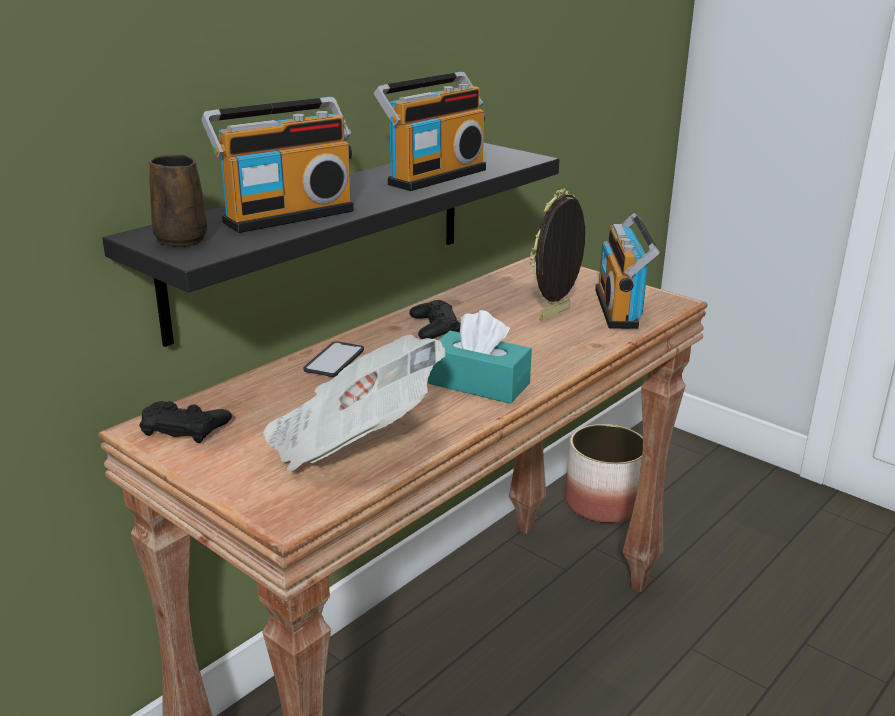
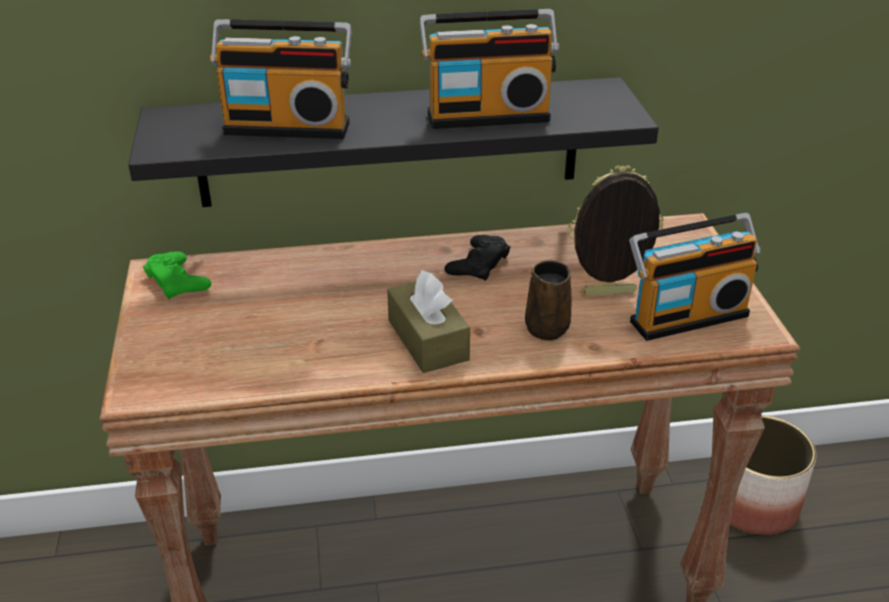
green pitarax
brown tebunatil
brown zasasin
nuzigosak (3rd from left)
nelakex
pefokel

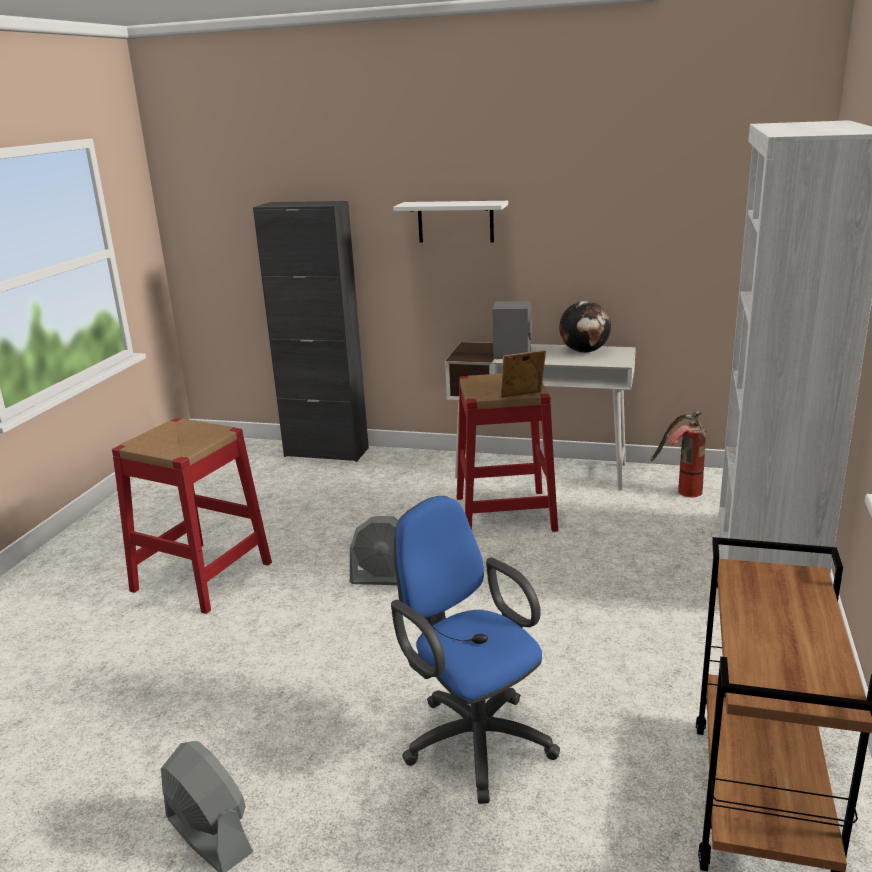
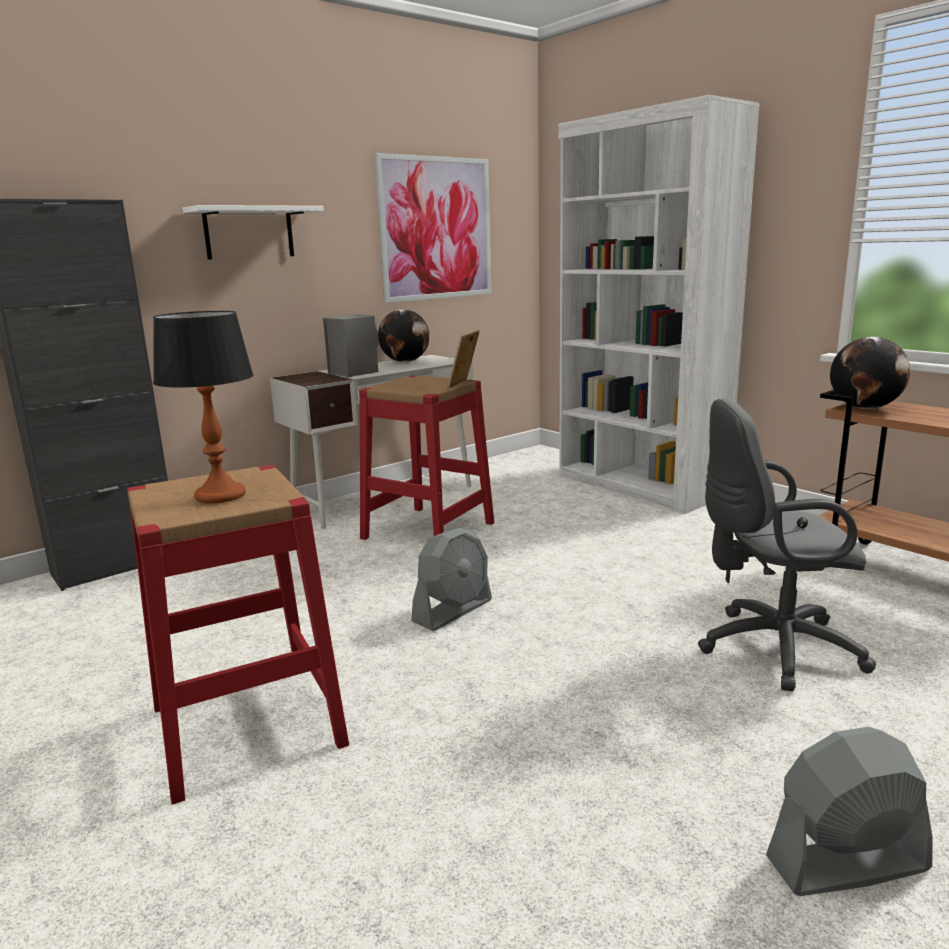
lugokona
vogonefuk
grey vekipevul
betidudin (2nd from left)
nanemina

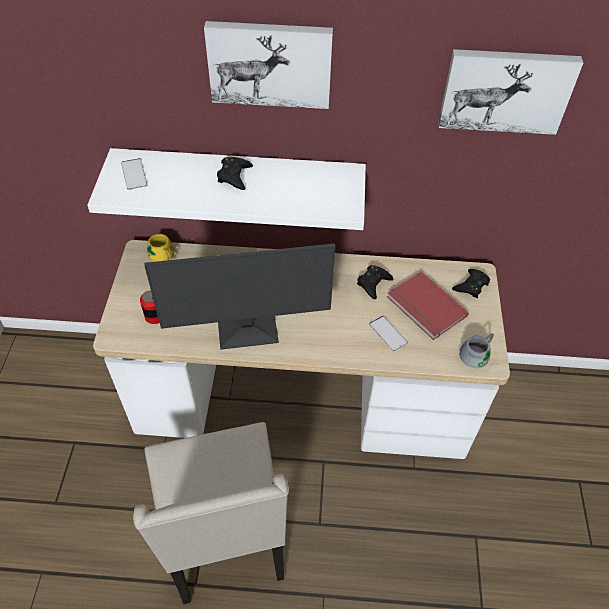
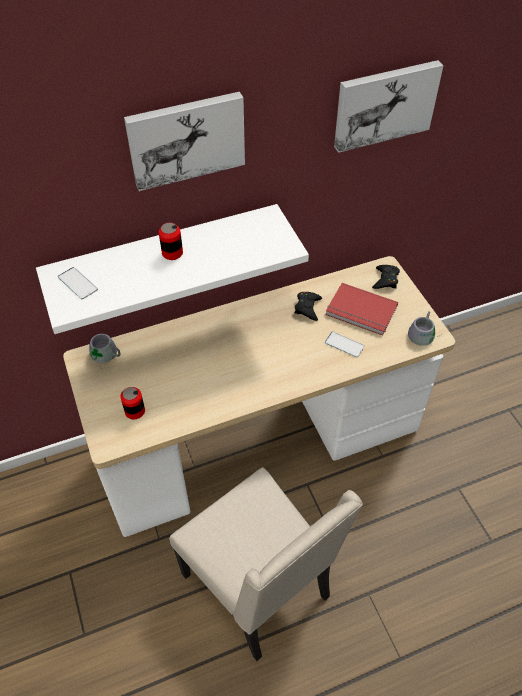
grey zasasin (1st from left)
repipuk (2nd from left)
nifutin

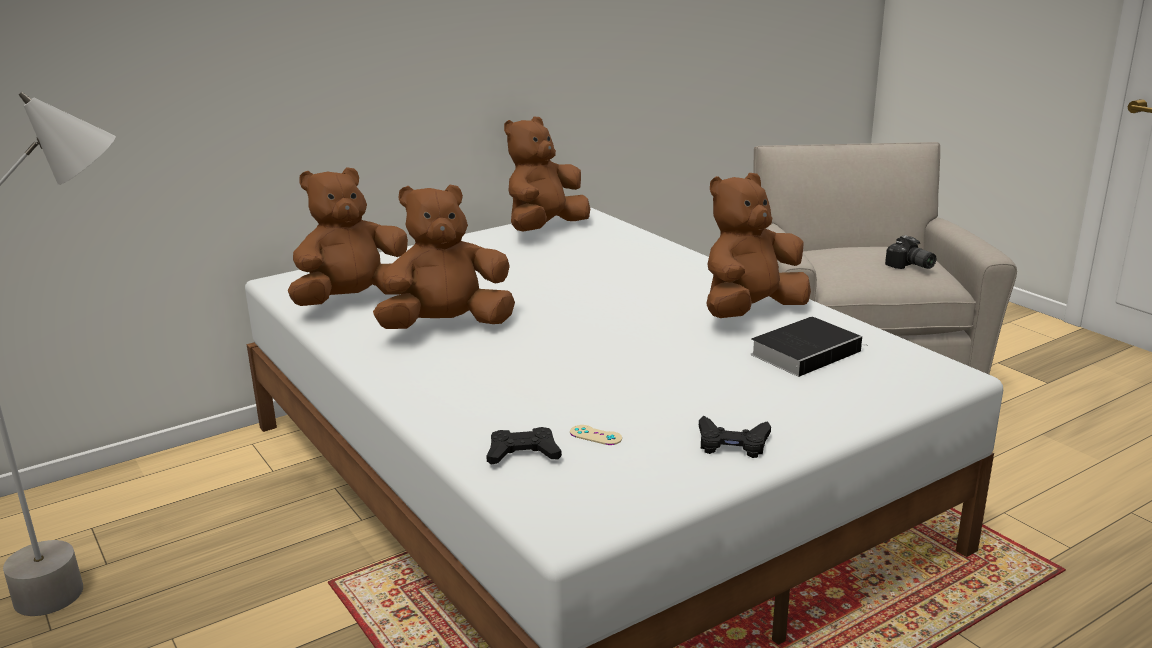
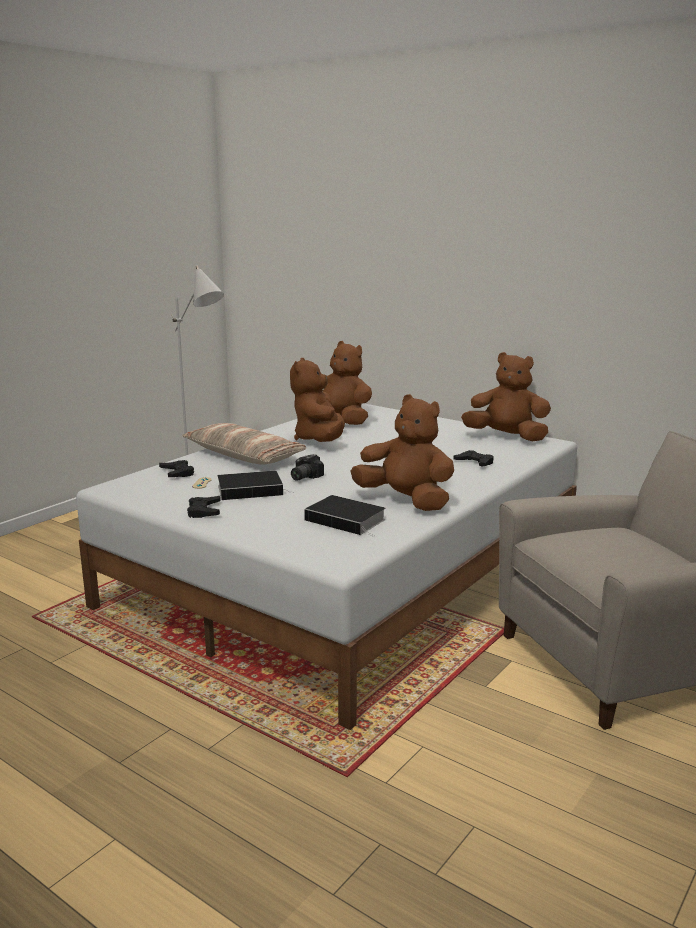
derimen
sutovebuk (1st from left)
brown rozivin (1st from left)
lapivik
black pitarax (3rd from left)

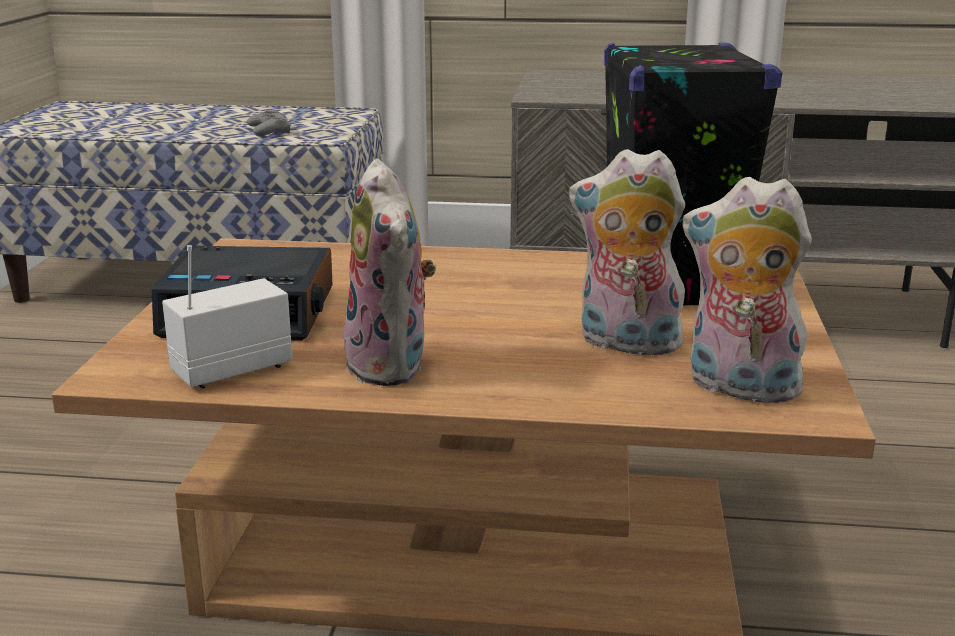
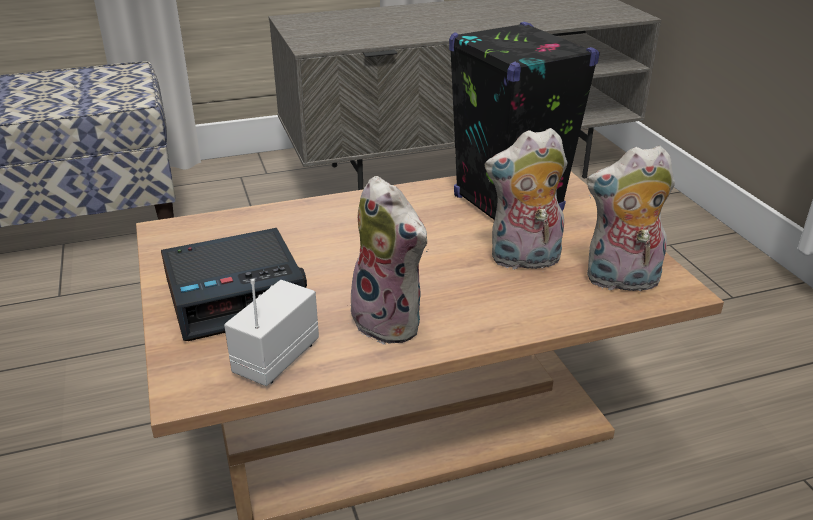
grey pitarax

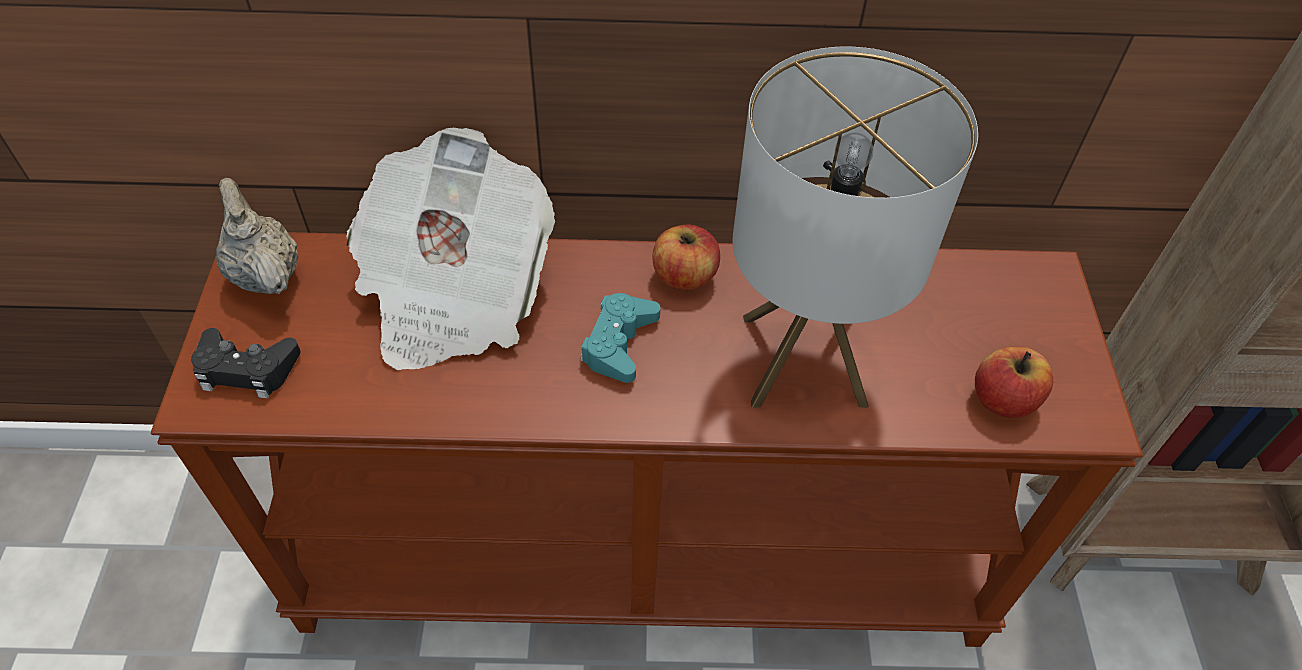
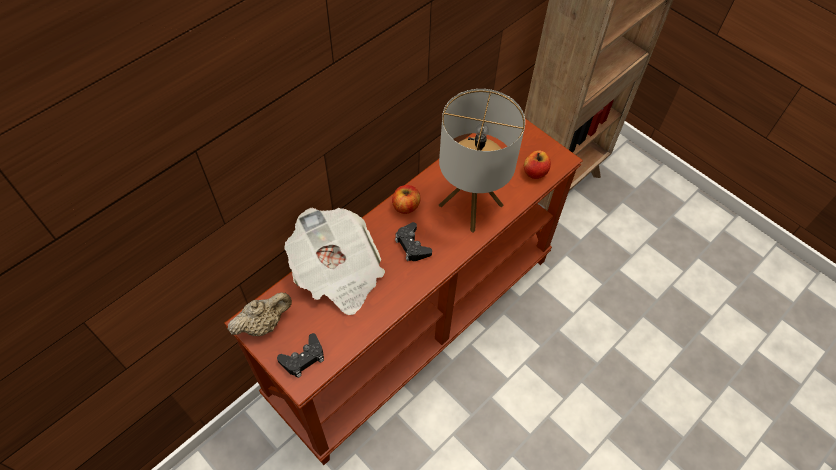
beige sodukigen
black pitarax (2nd from left)

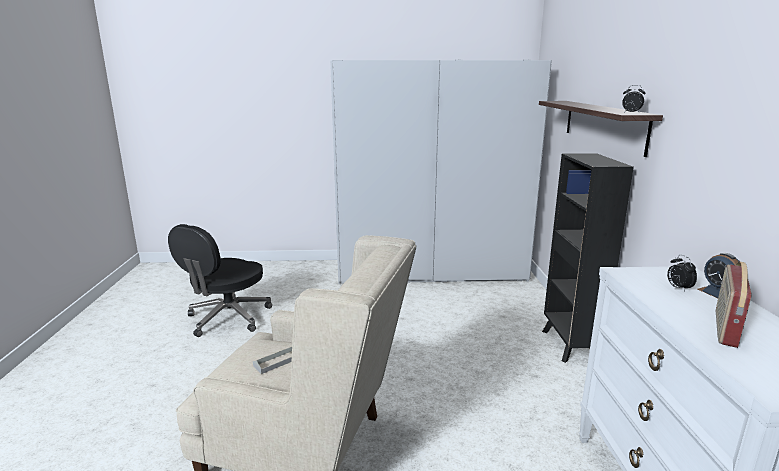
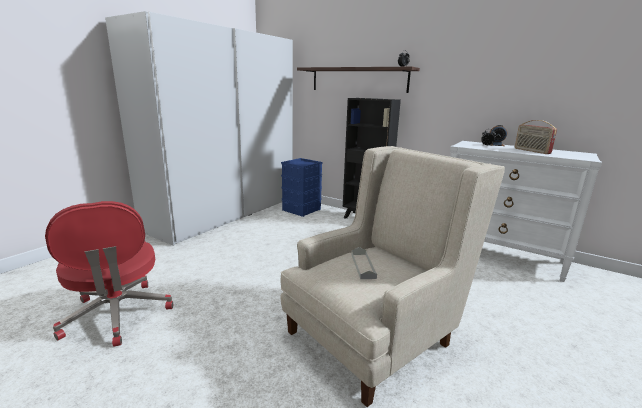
red vekipevul
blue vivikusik

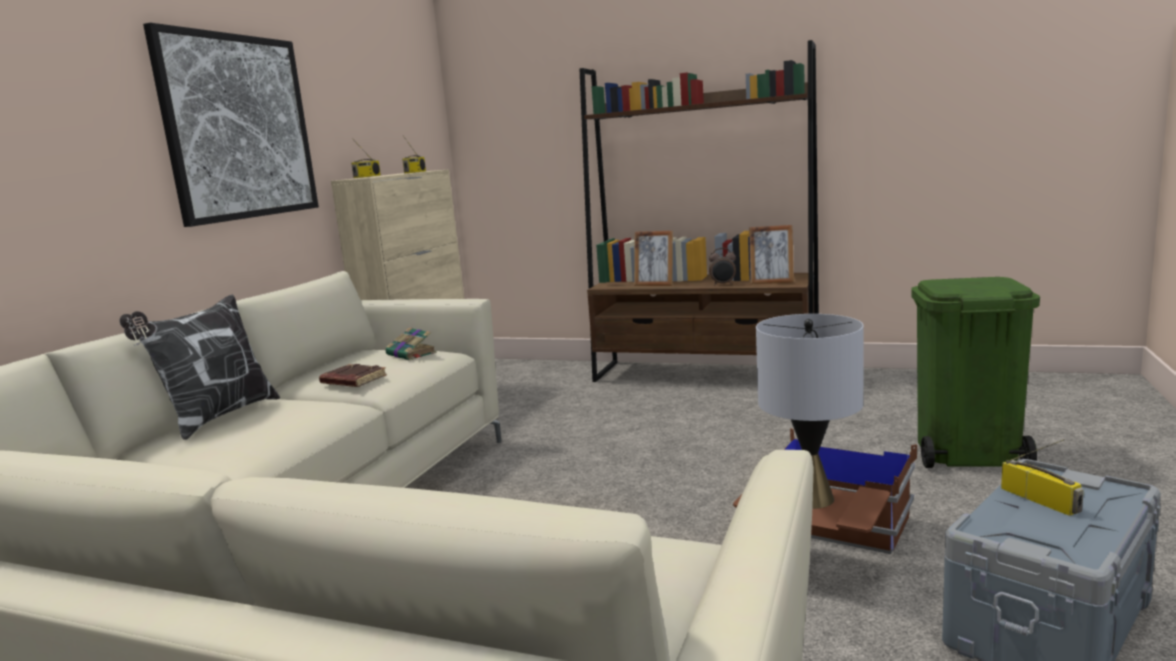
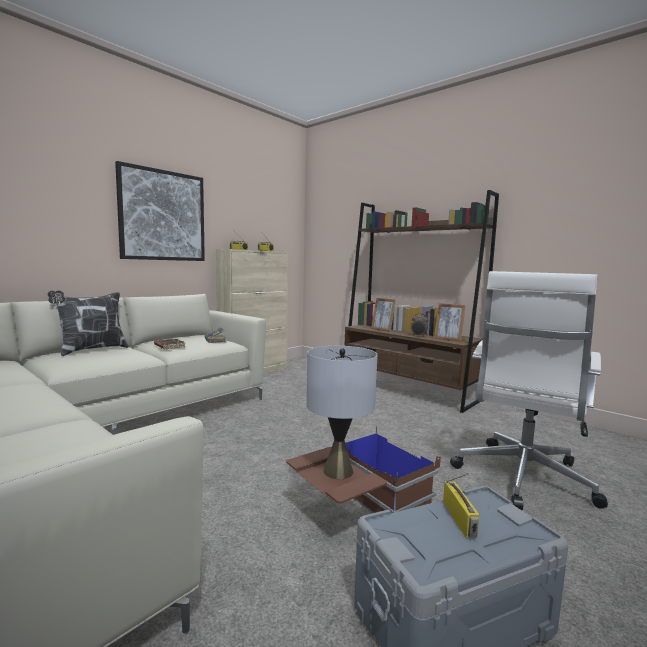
white vekipevul

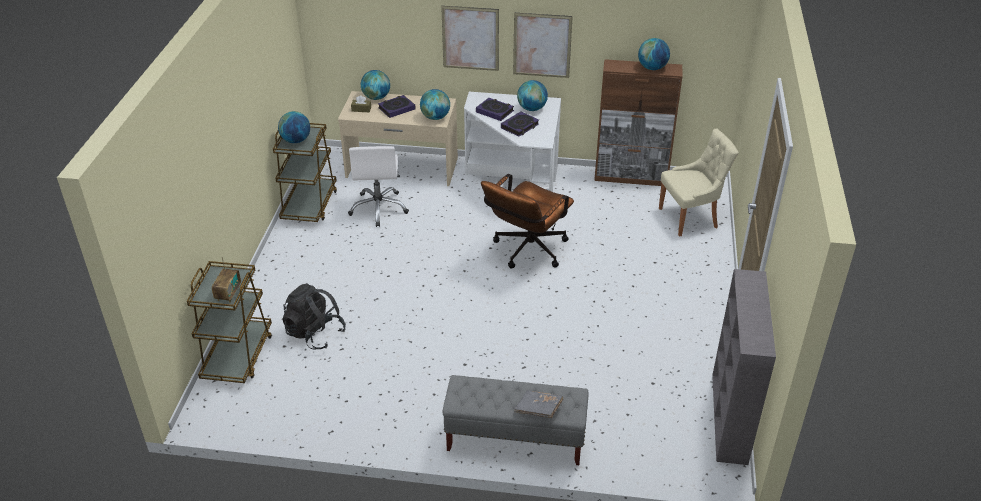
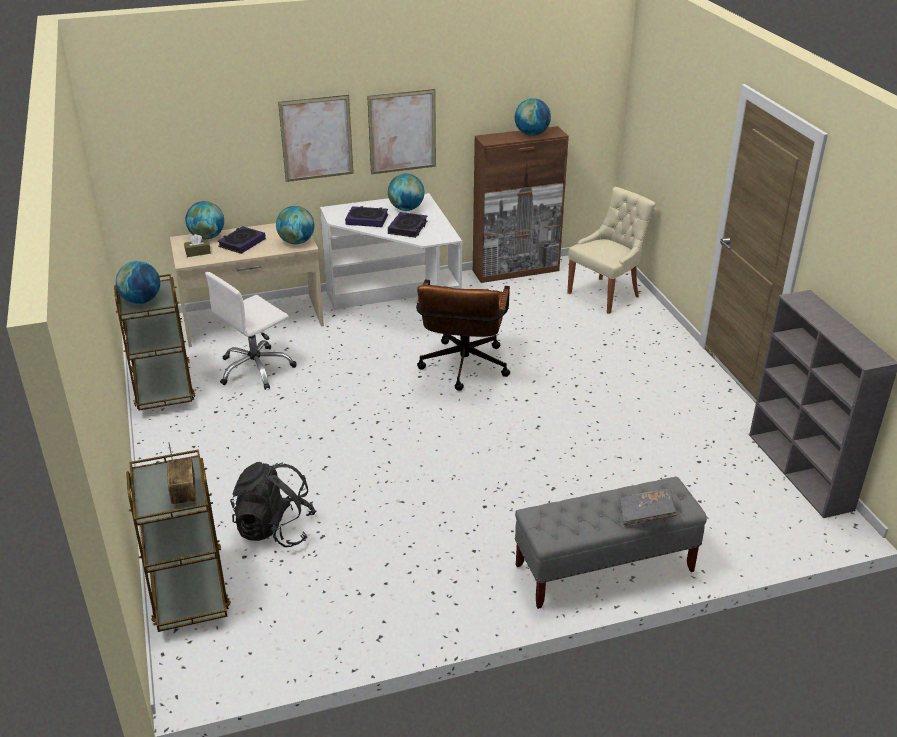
white vekipevul

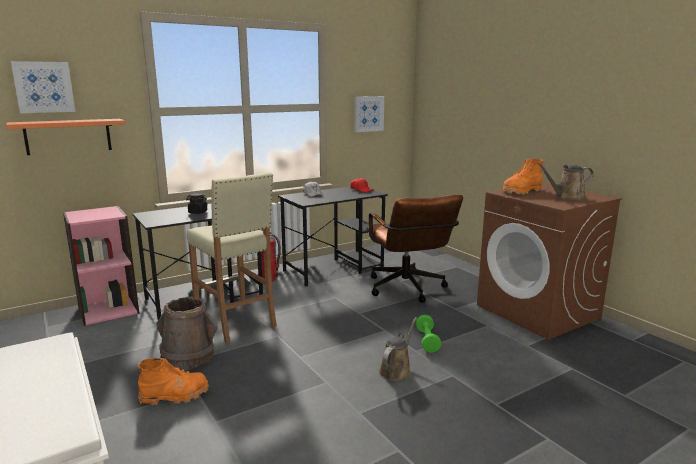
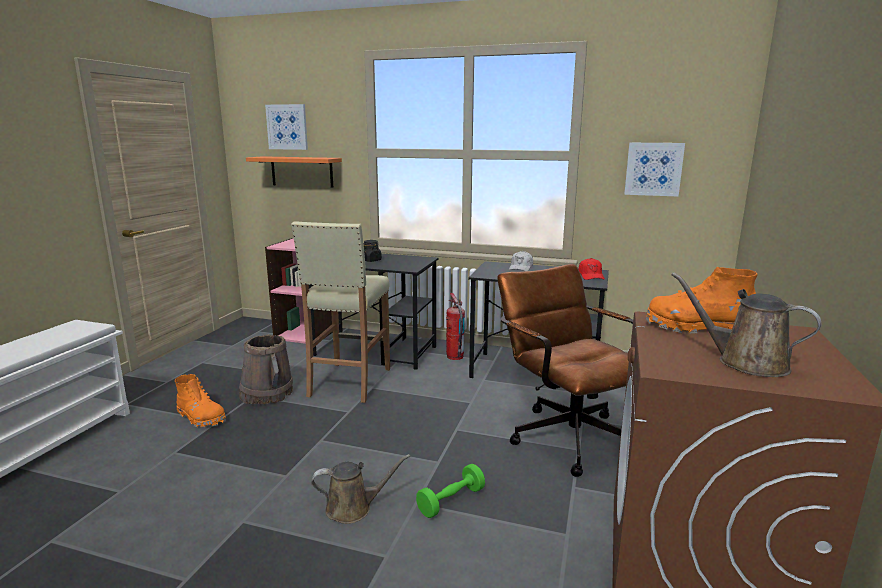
brown vekipevul

